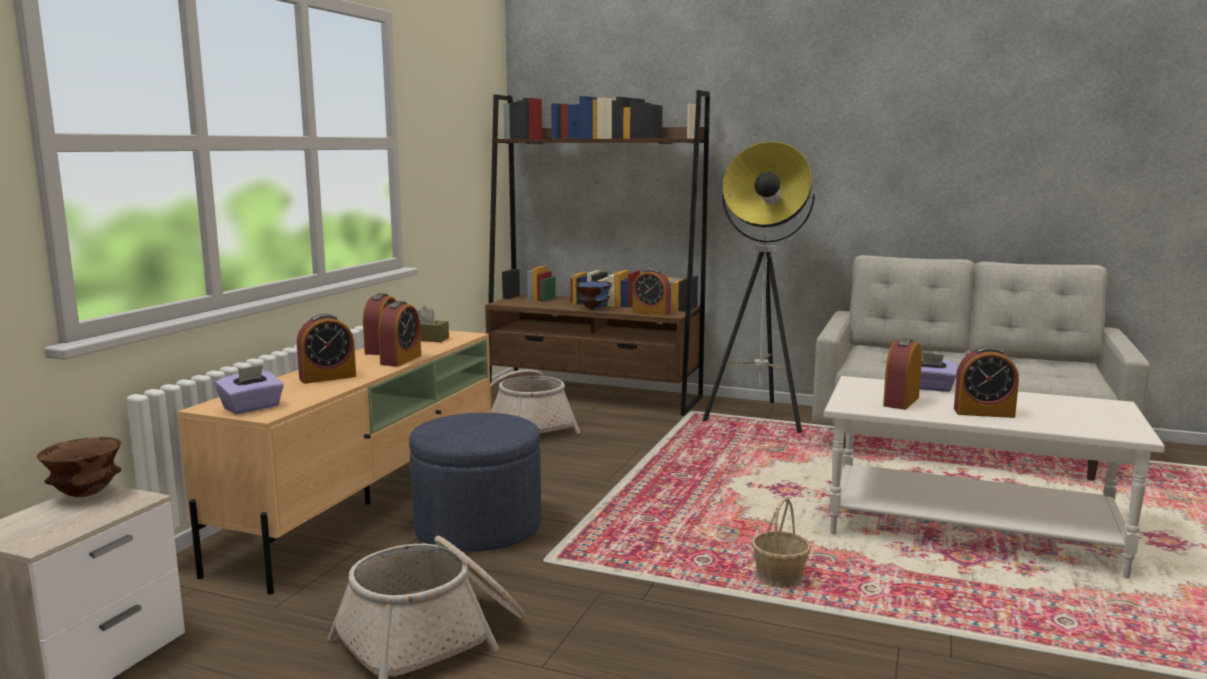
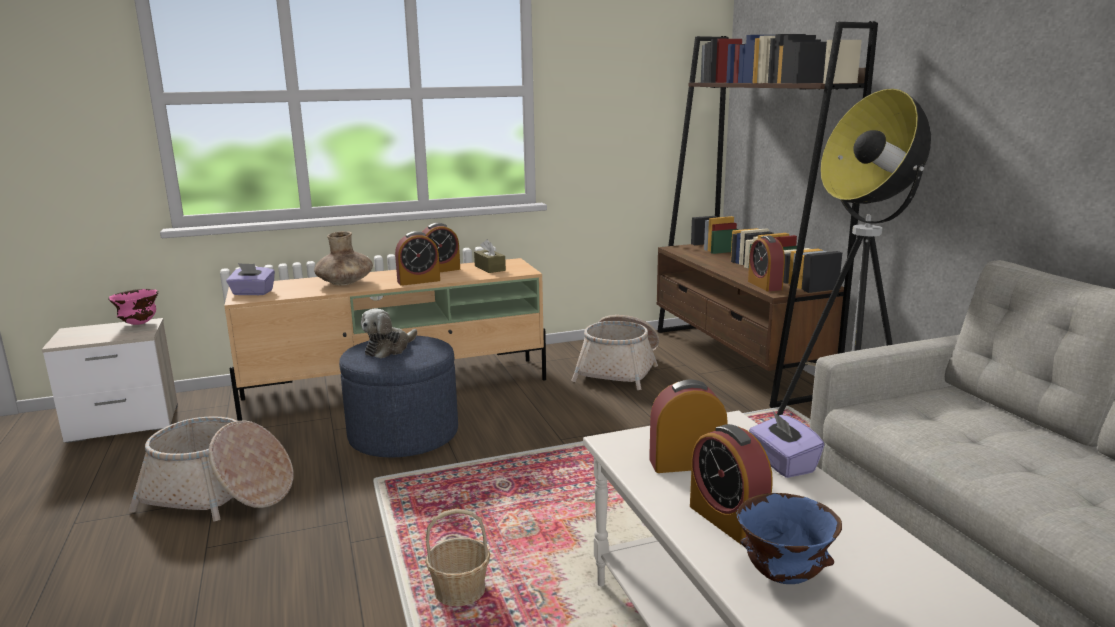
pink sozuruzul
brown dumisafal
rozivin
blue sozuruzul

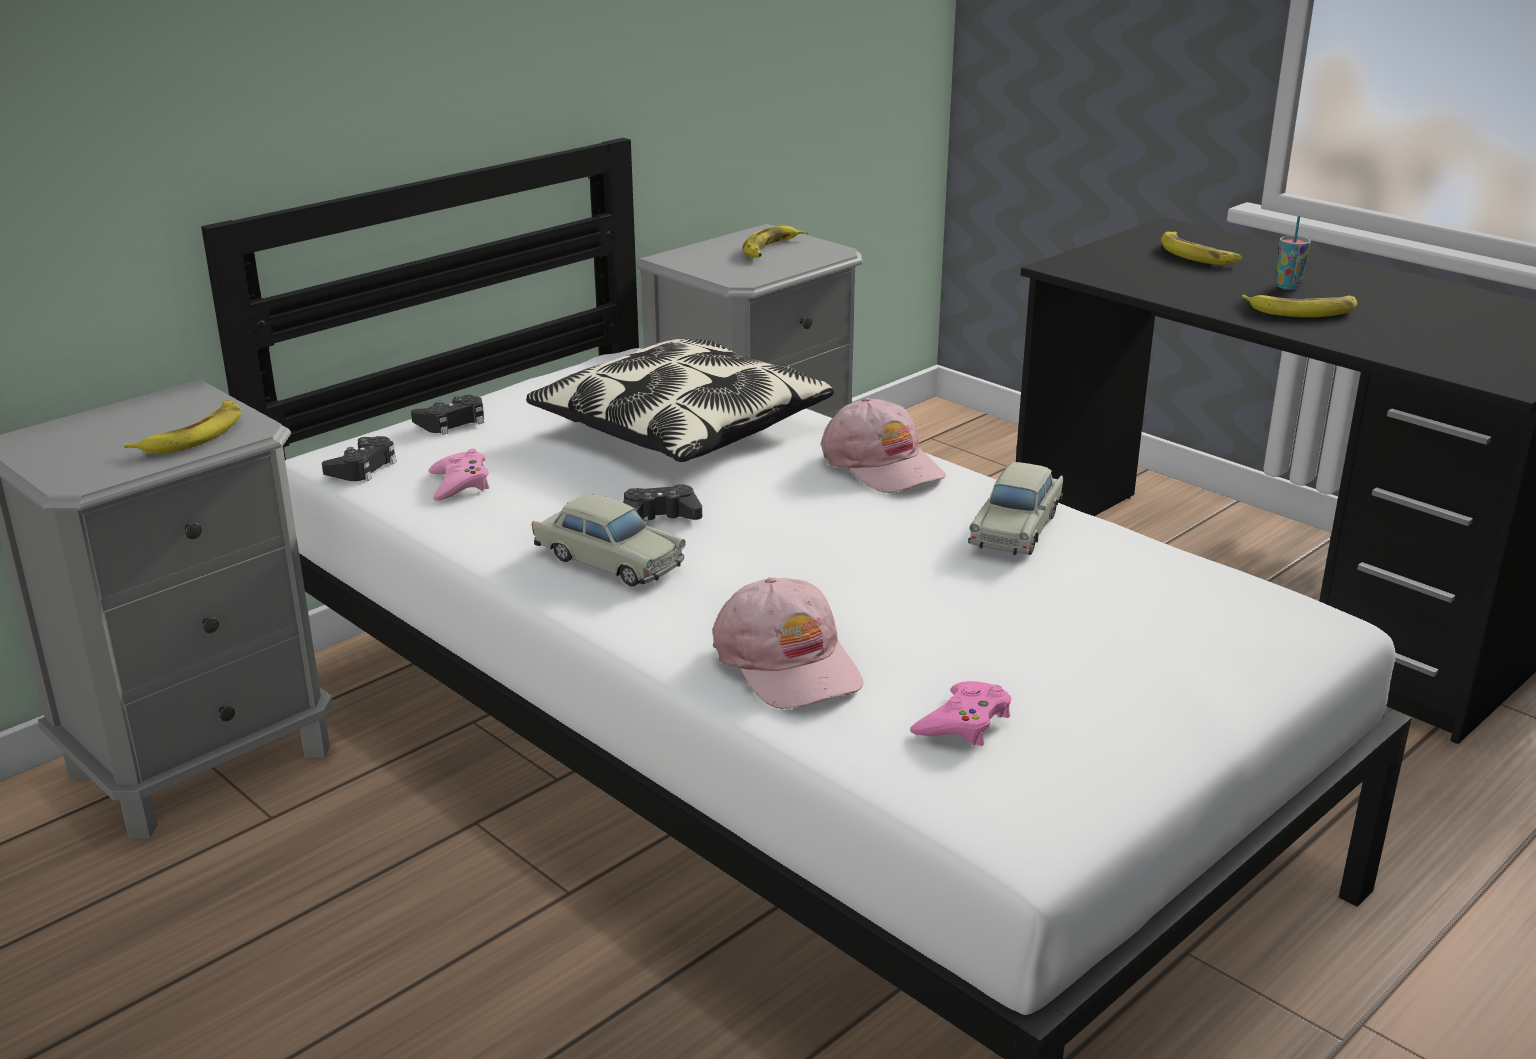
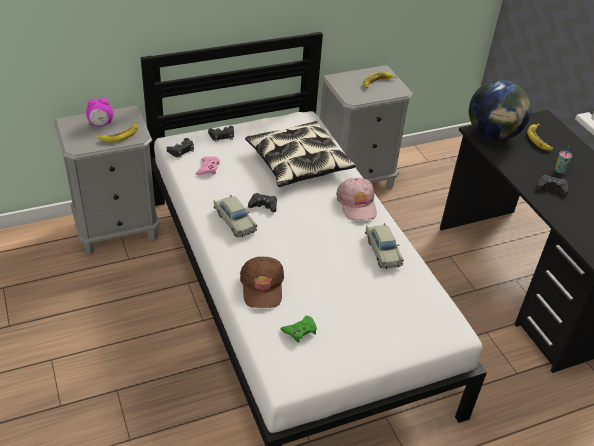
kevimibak
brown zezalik
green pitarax
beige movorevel (2nd from left)
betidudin
black pitarax (4th from left)

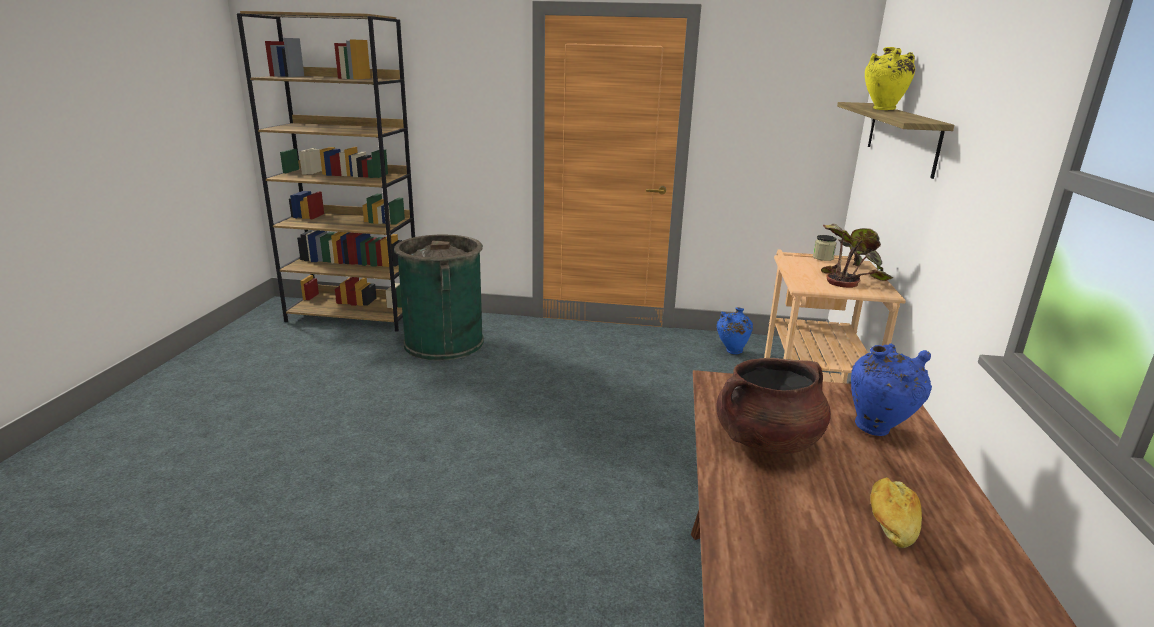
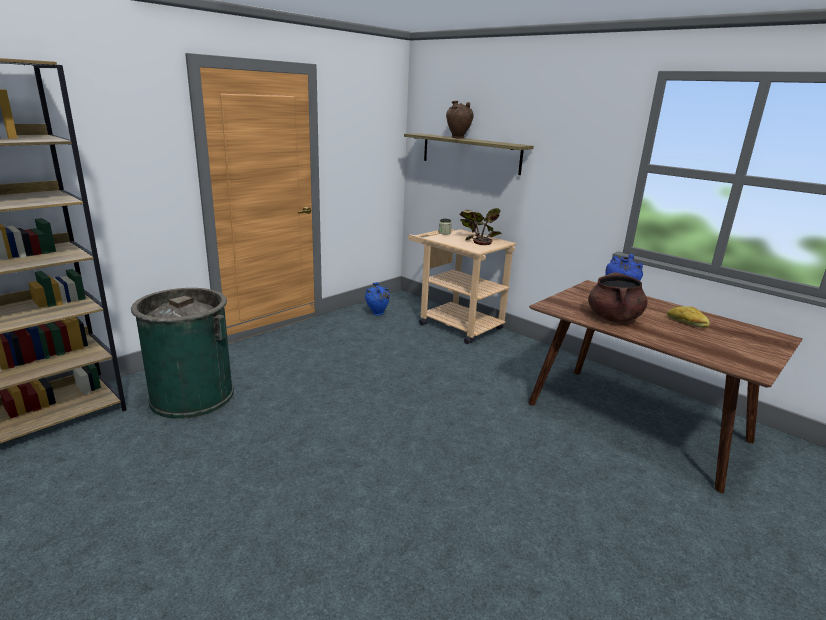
brown dumisafal

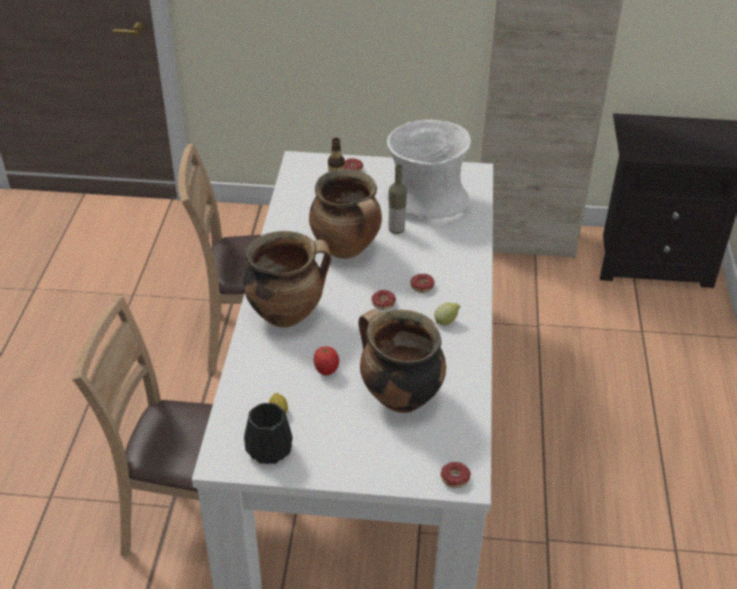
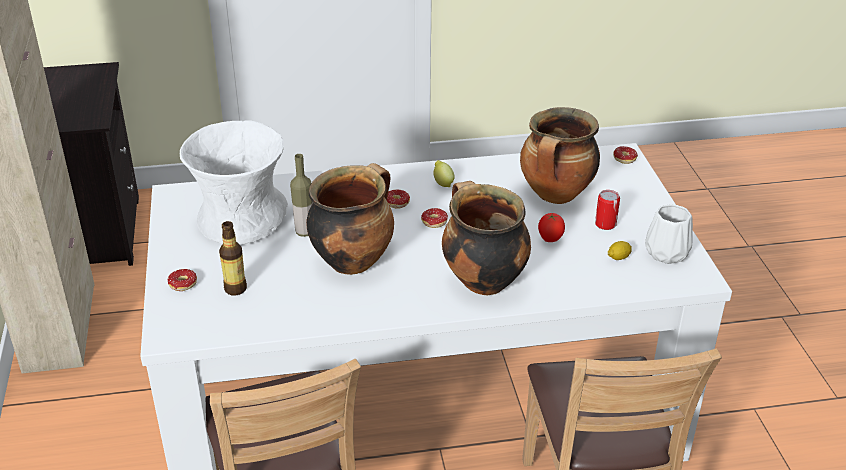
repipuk
white dumisafal (2nd from left)

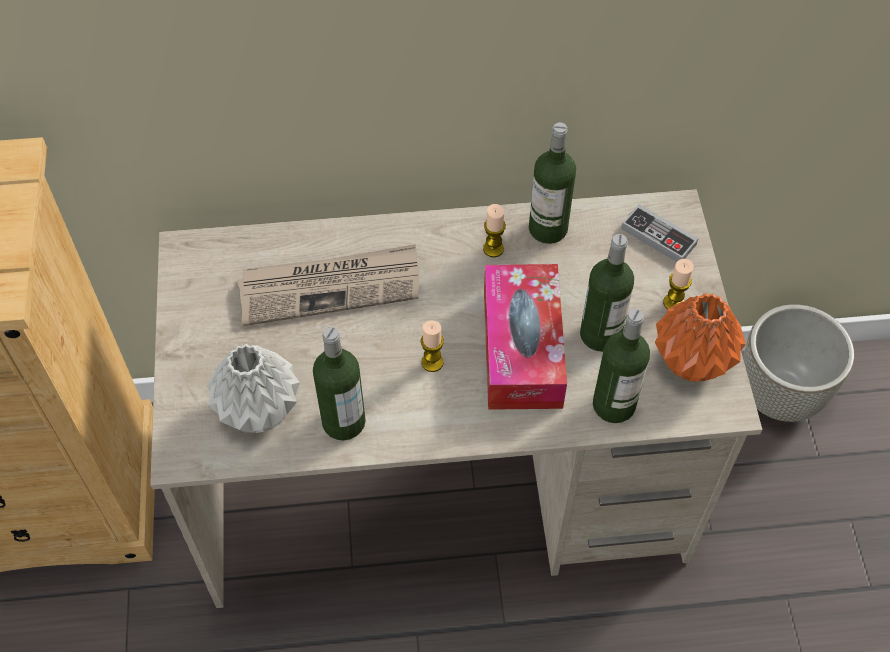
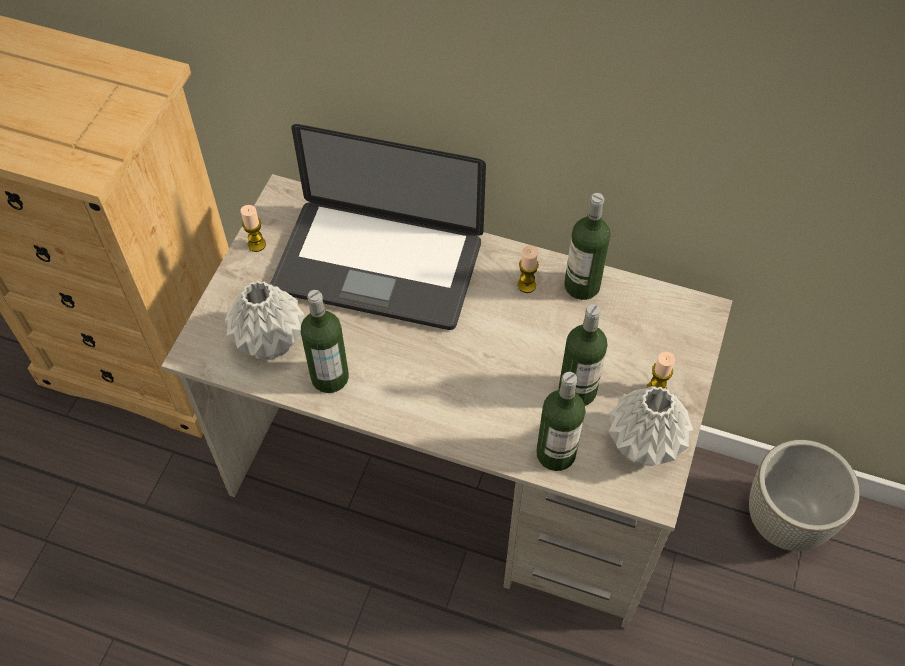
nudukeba (1st from left)
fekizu
grey dumisafal (2nd from left)
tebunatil
pitarax

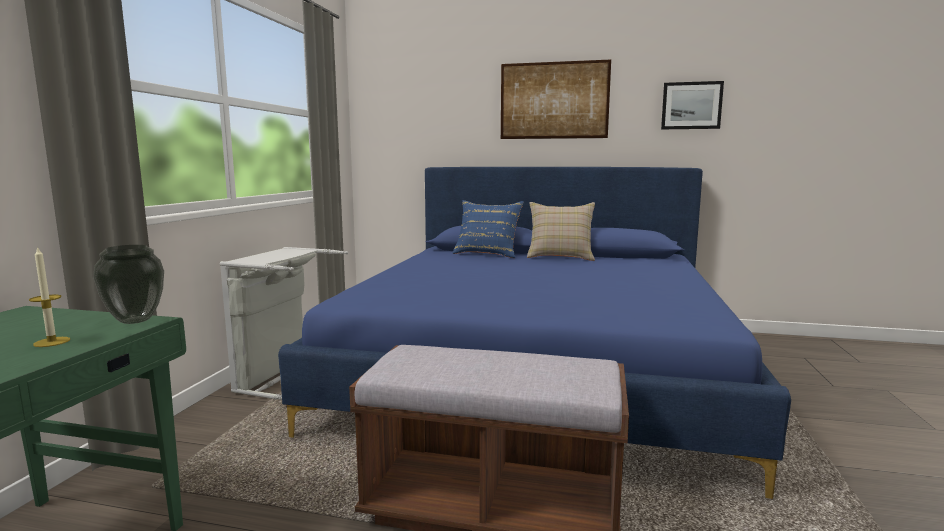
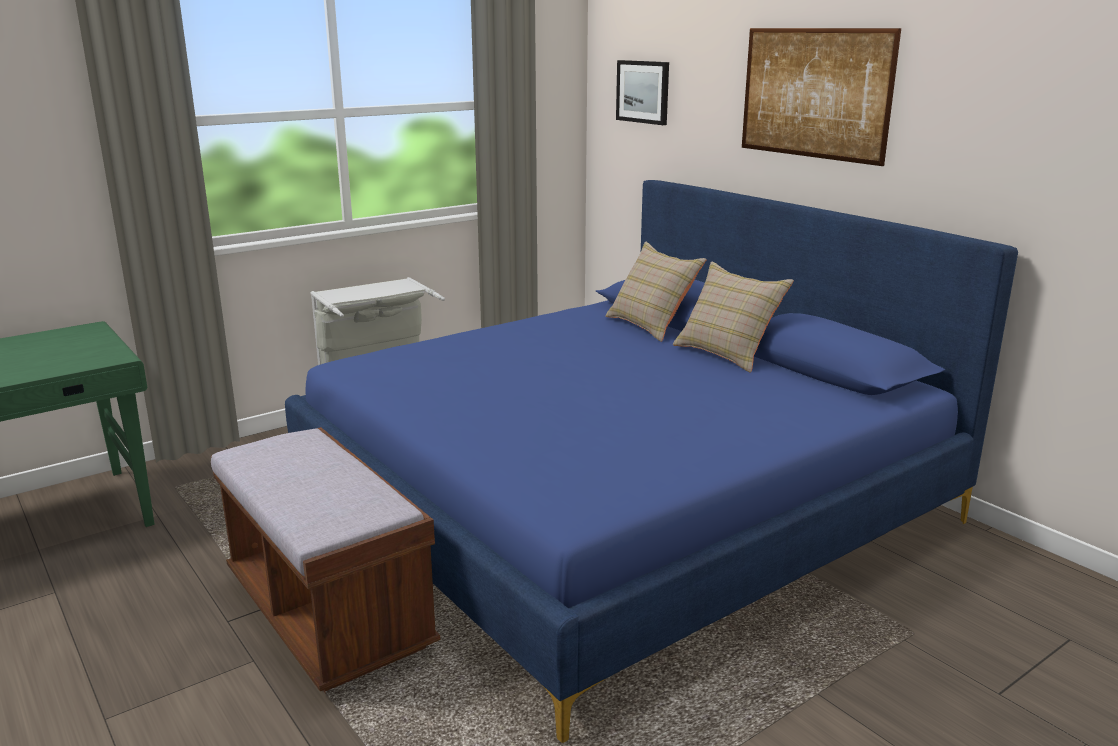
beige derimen (1st from left)
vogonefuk (1st from left)
nudukeba
dumisafal

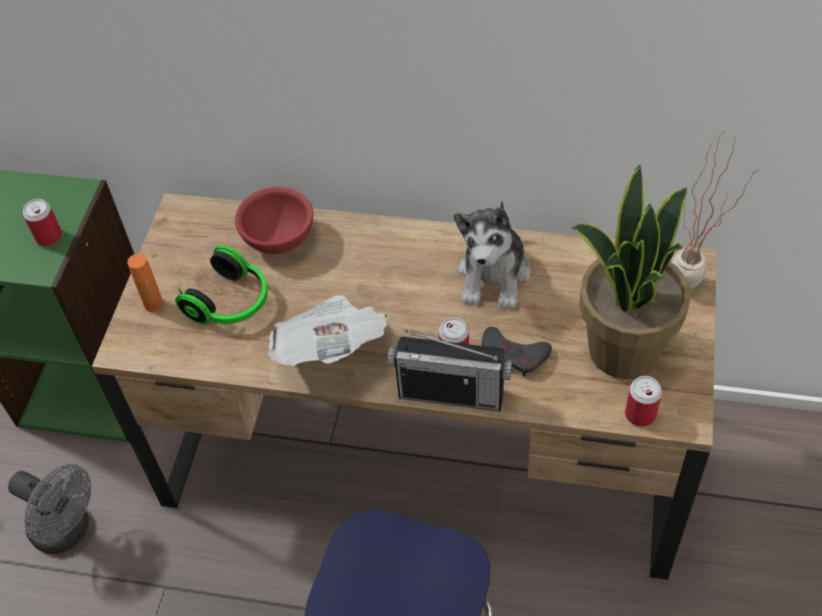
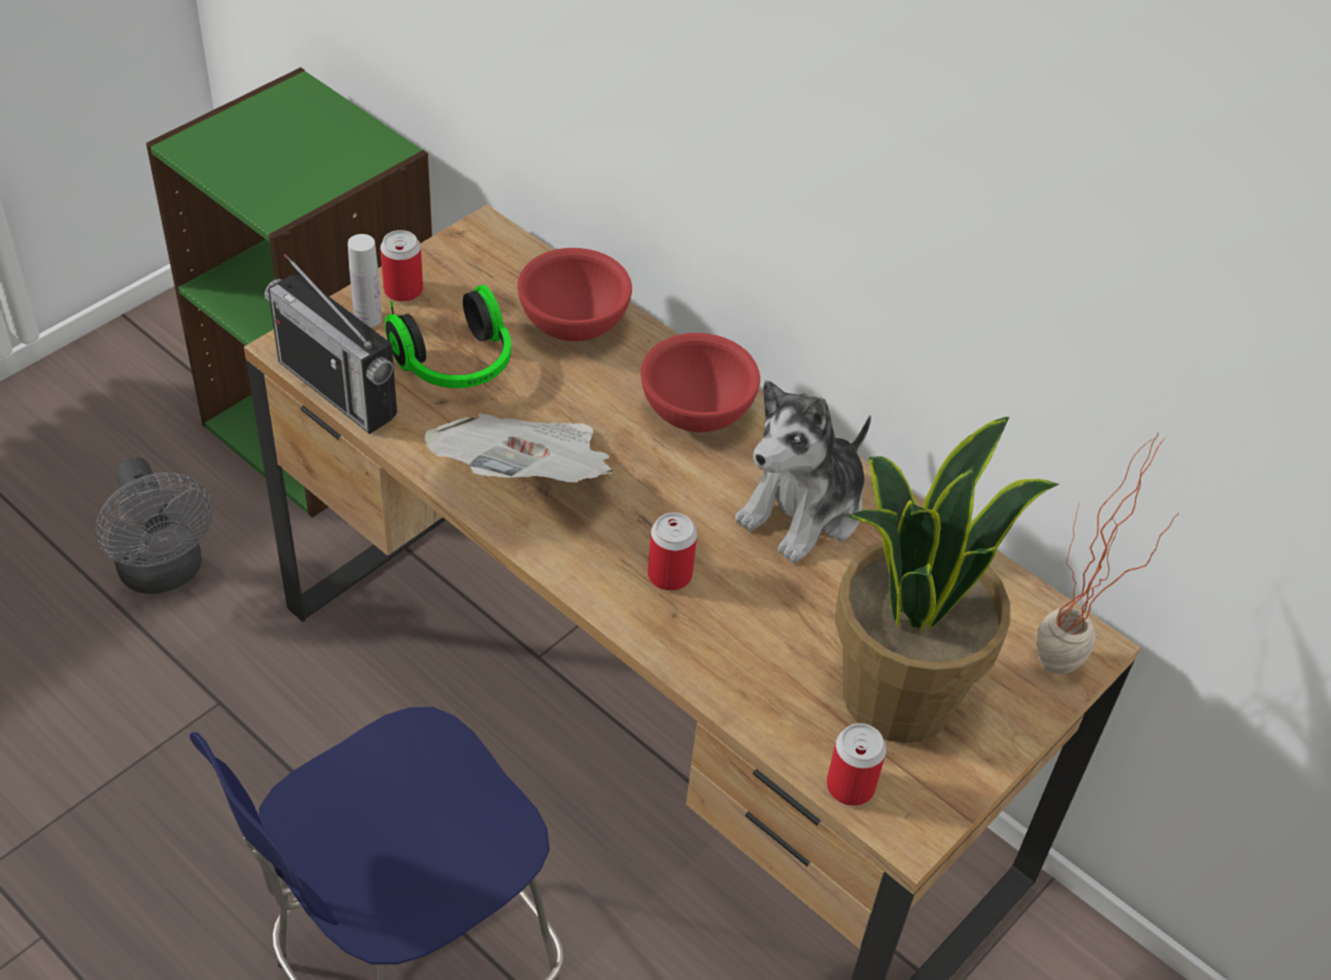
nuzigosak
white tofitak
repipuk (1st from left)
red sozuruzul (2nd from left)
grey pitarax

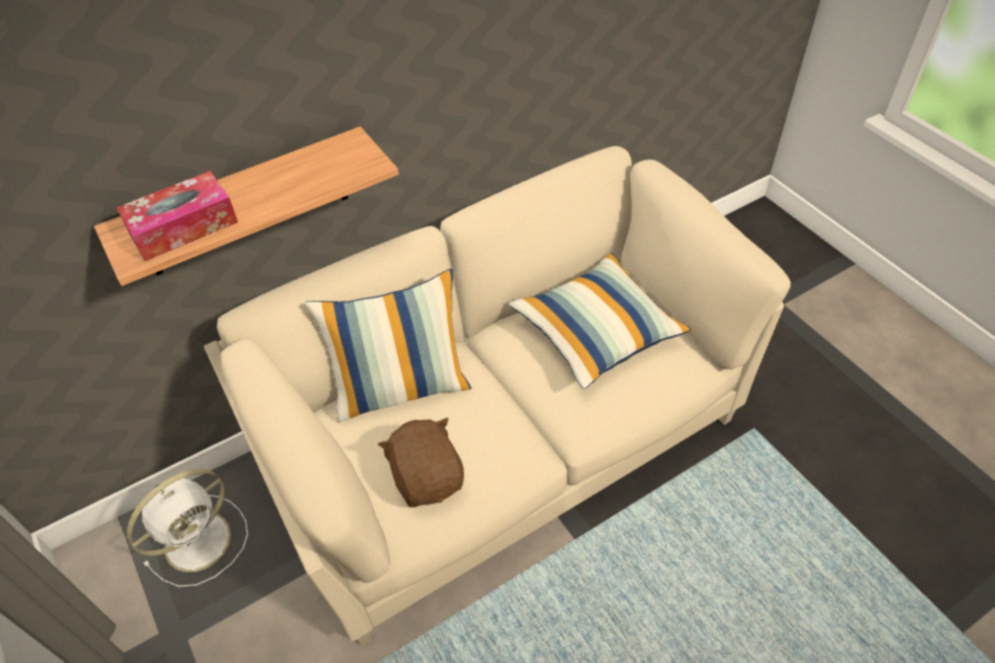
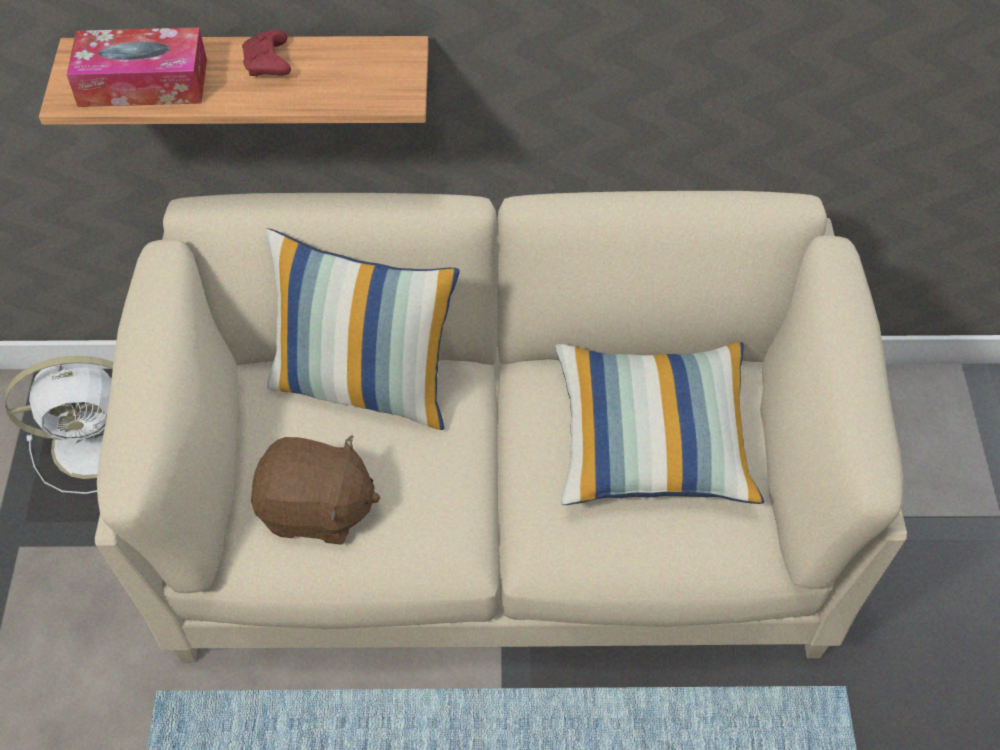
red pitarax
brown rozivin

